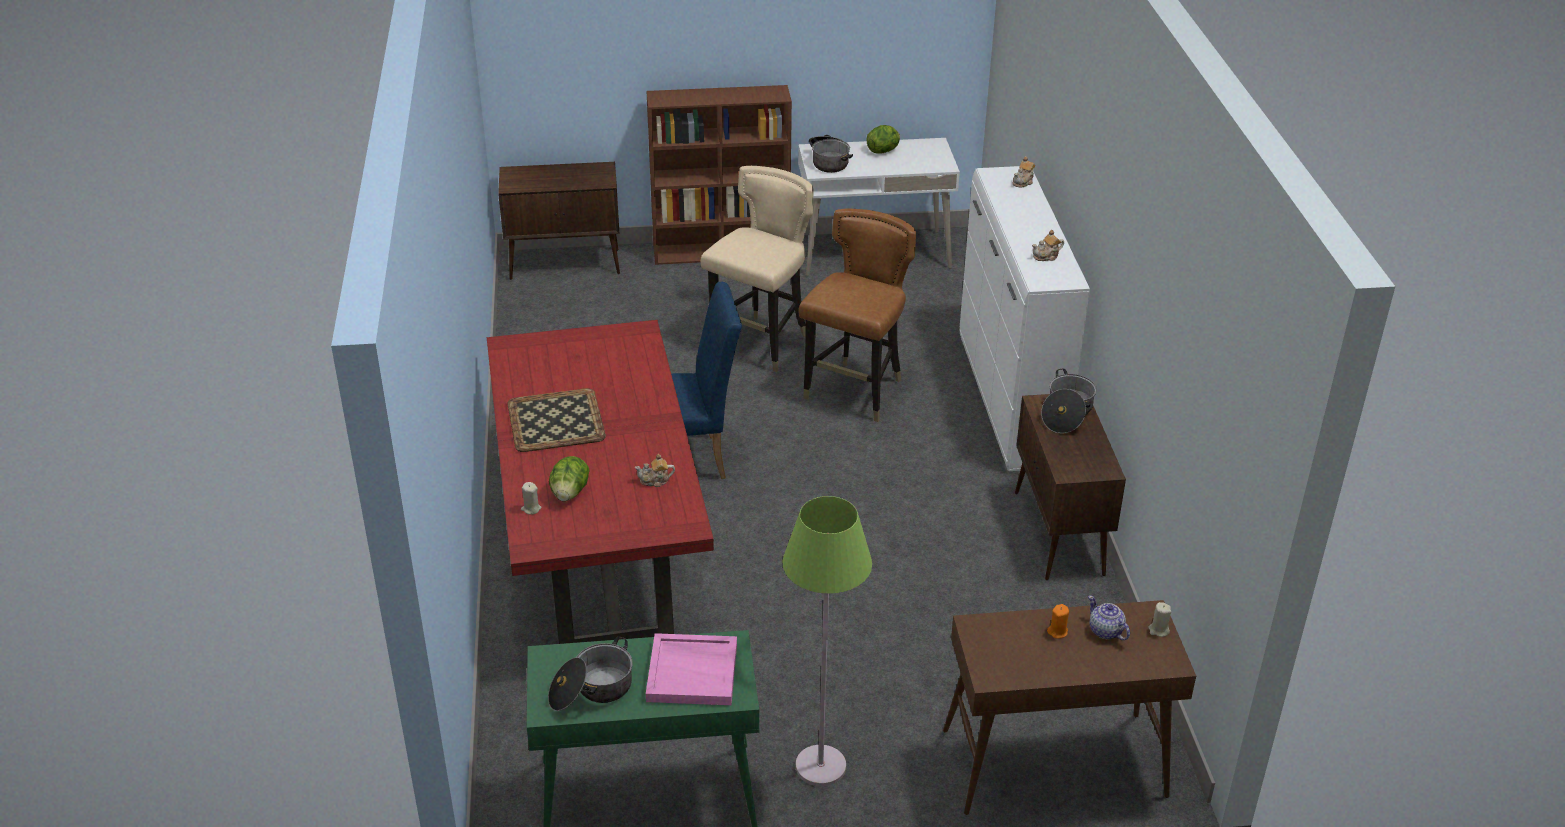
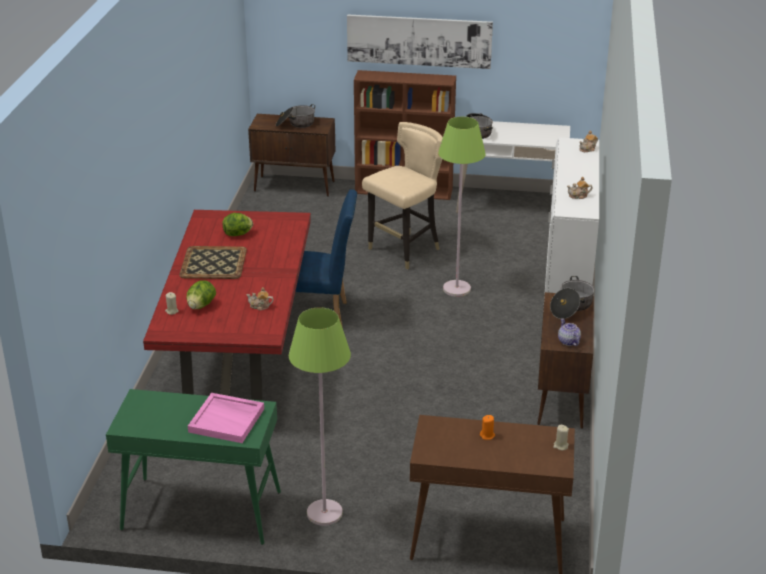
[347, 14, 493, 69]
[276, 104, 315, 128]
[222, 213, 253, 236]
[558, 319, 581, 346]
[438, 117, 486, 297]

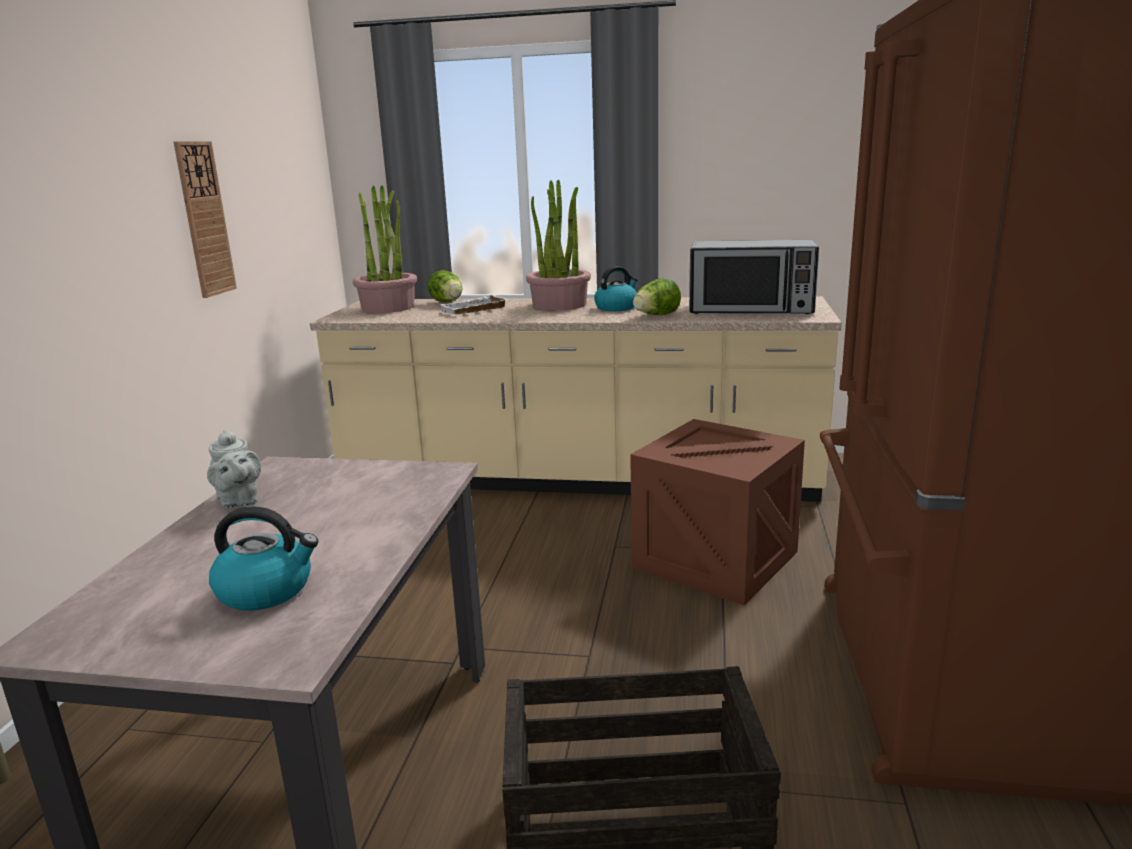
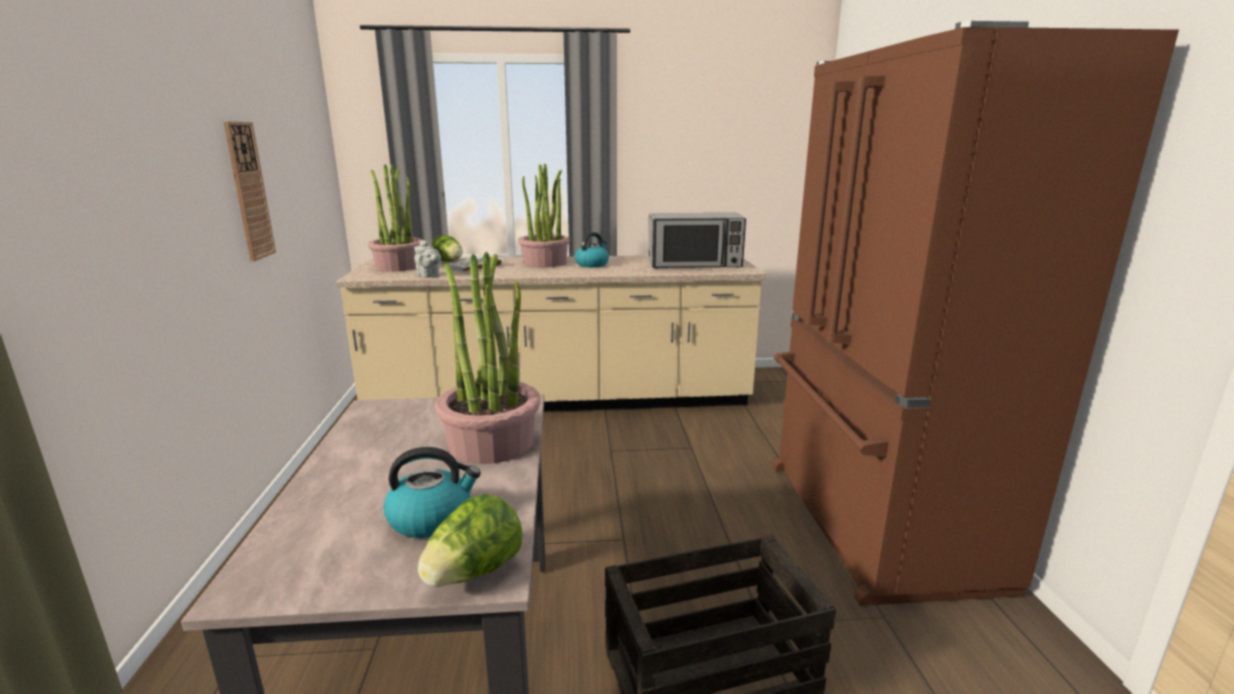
[630, 419, 805, 605] (first image)
[435, 252, 540, 464]
[414, 240, 441, 277]
[418, 494, 523, 587]

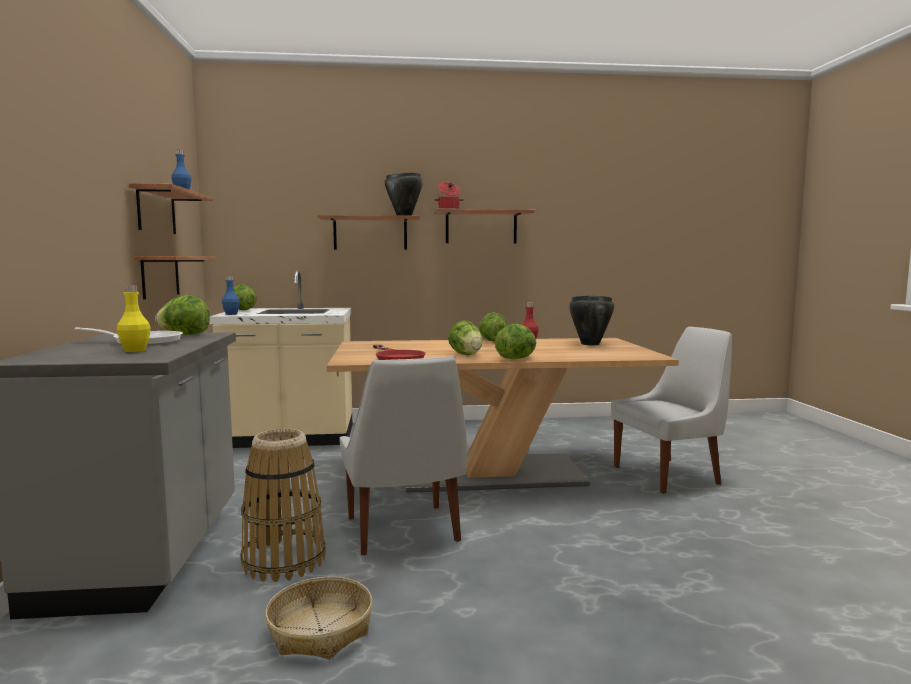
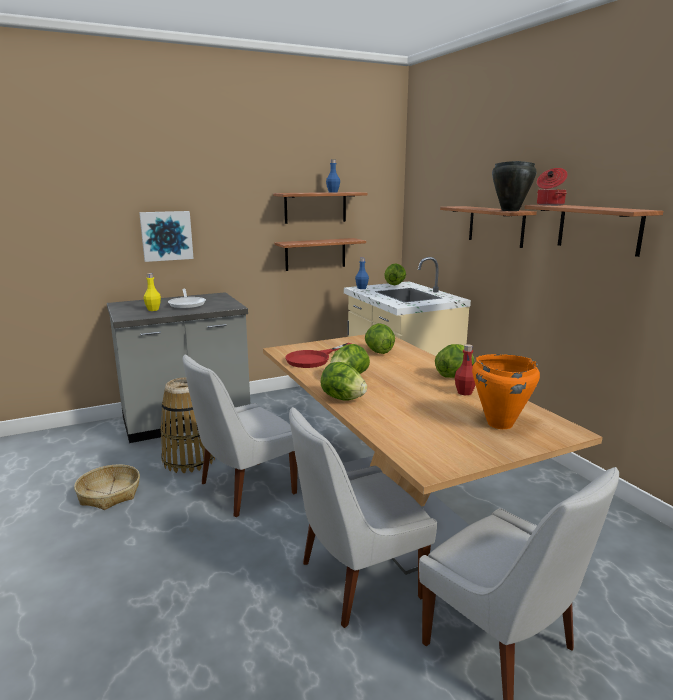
[139, 211, 194, 262]
[289, 407, 437, 628]
[365, 323, 395, 354]
[472, 354, 540, 429]

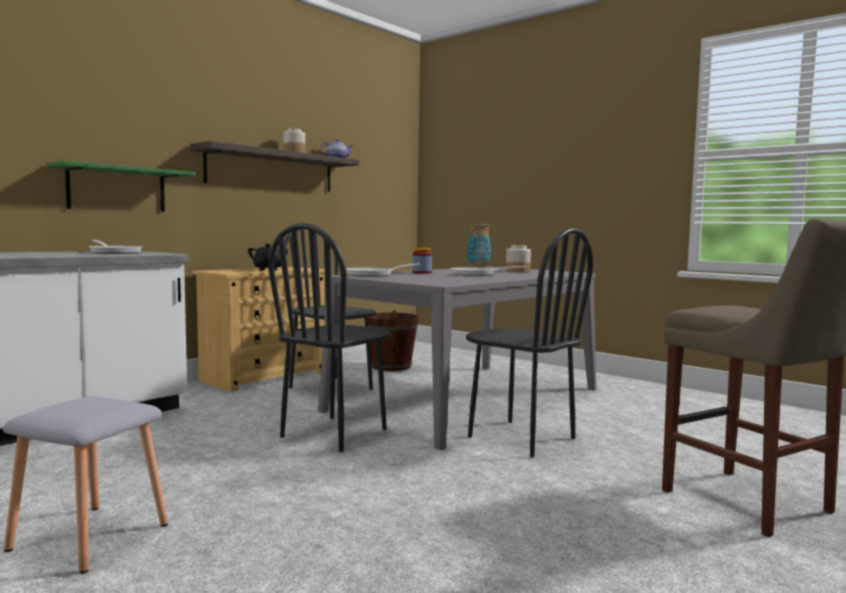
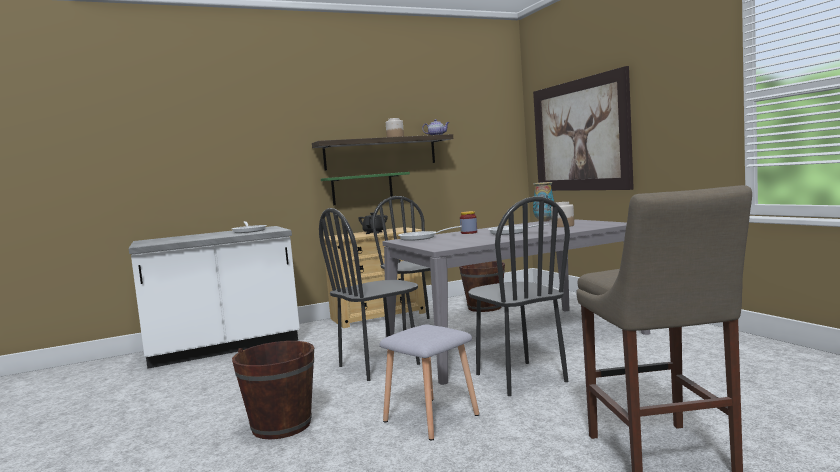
[232, 341, 314, 439]
[533, 66, 634, 191]
[379, 324, 479, 441]
[321, 172, 410, 205]

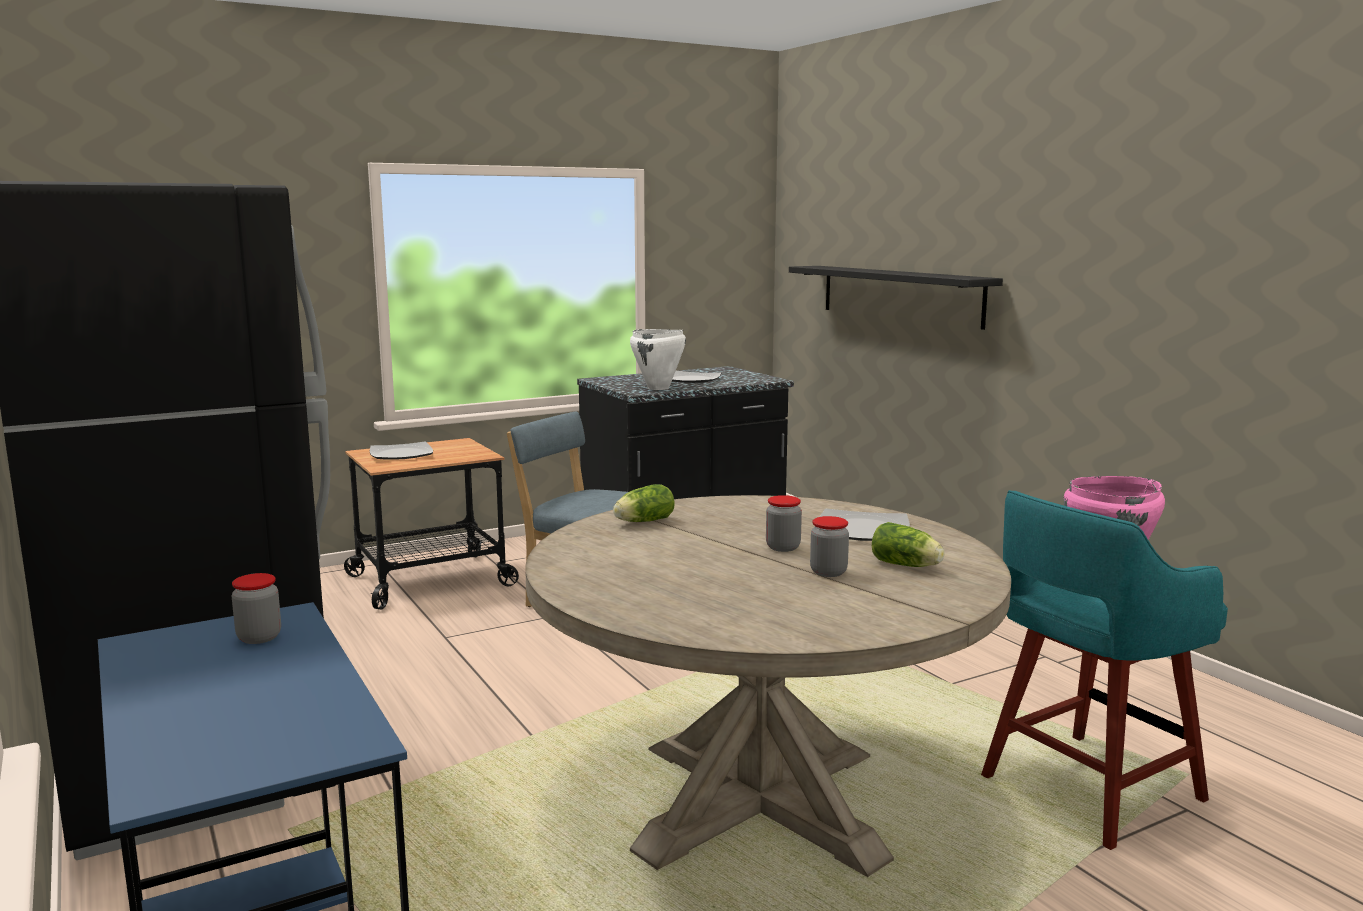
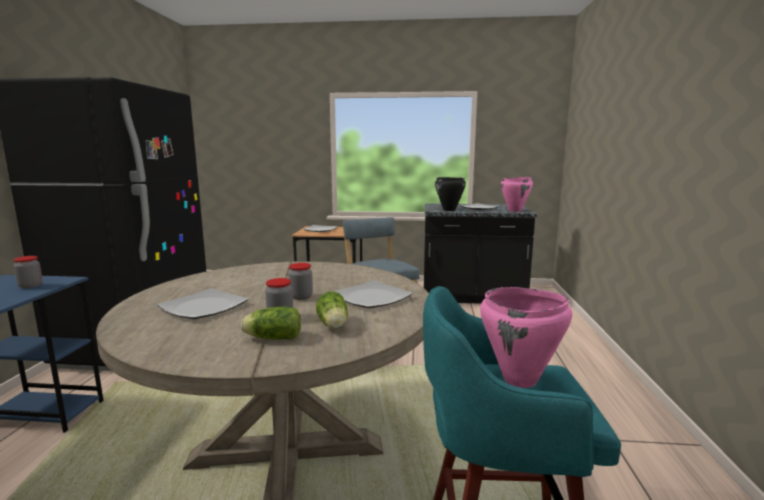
[789, 266, 1003, 330] (first image)
[157, 288, 248, 319]
[501, 177, 533, 212]
[241, 307, 301, 340]
[435, 177, 466, 211]

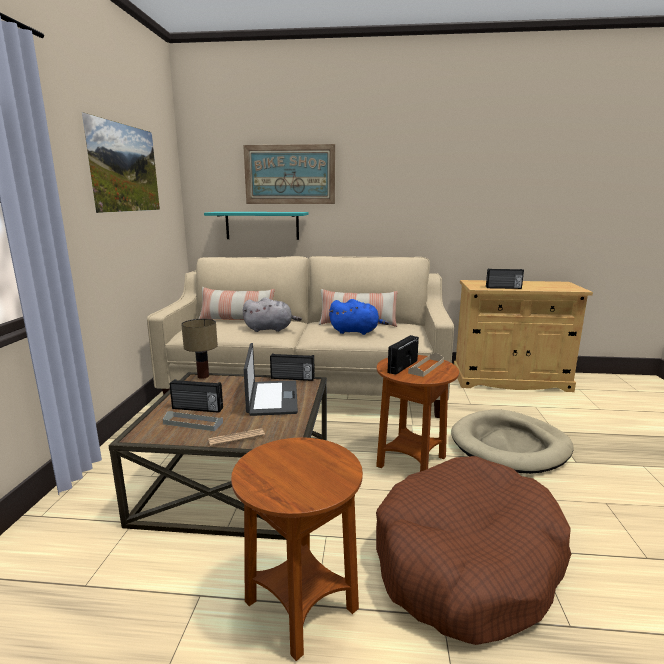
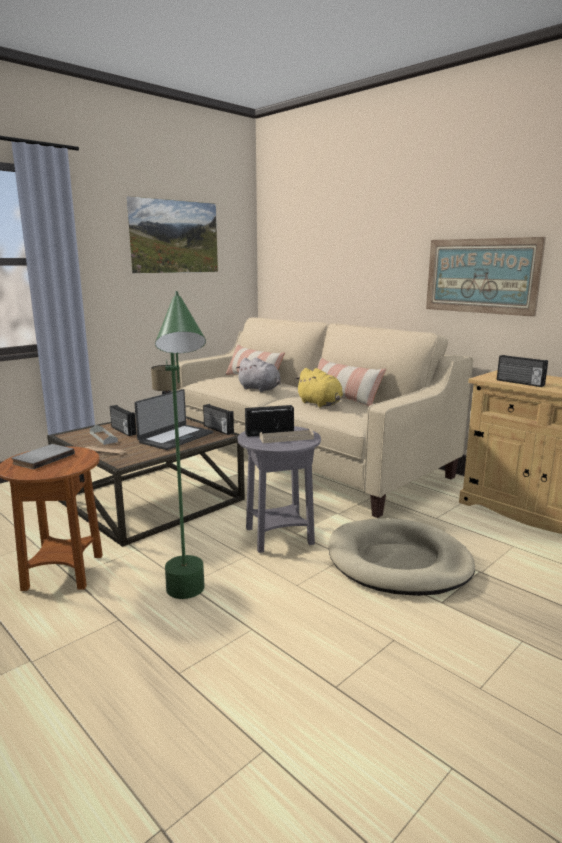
[204, 212, 309, 240] (first image)
[12, 444, 75, 469]
[426, 237, 546, 317]
[155, 291, 206, 599]
[295, 368, 343, 407]
[238, 426, 321, 553]

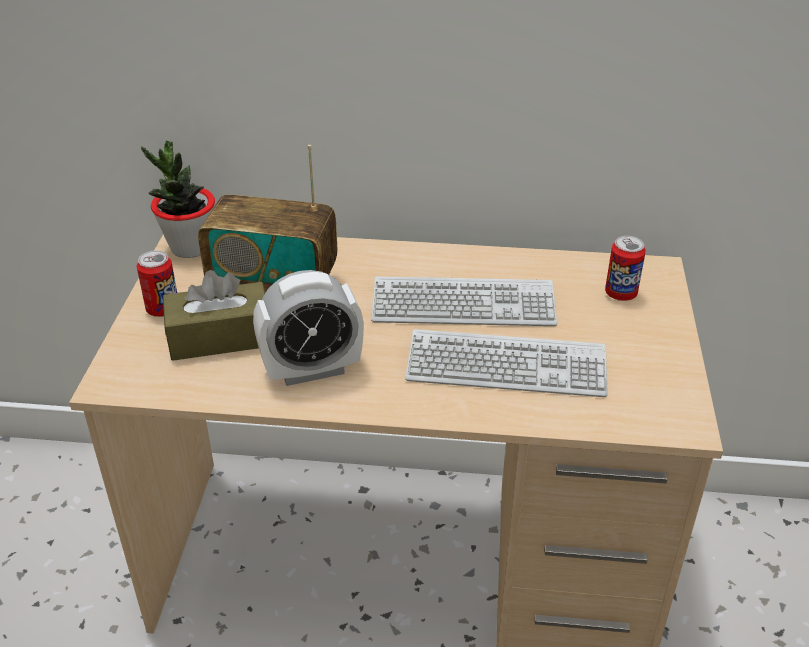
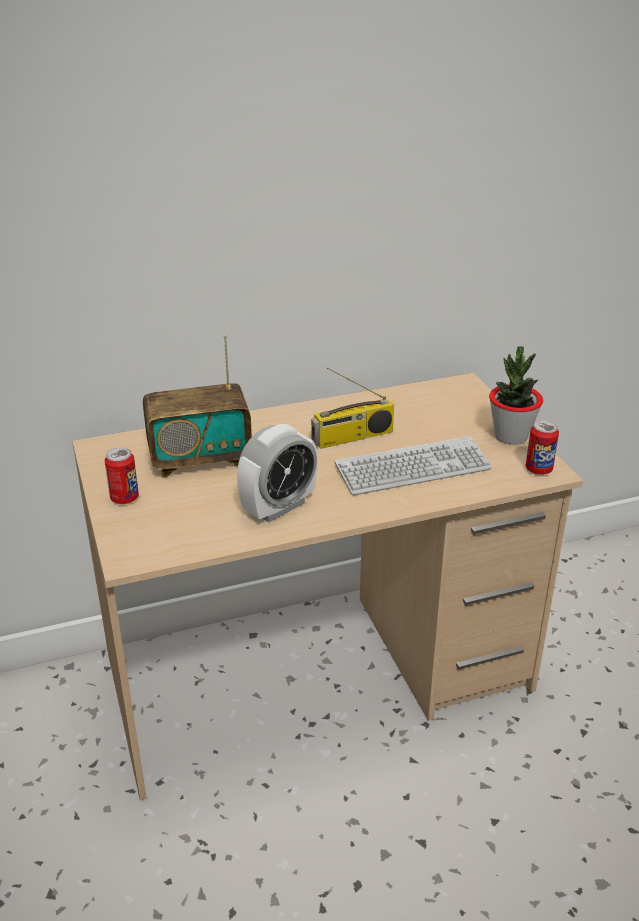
[163, 270, 265, 361] (first image)
[489, 346, 543, 445]
[526, 420, 559, 475]
[311, 367, 394, 449]

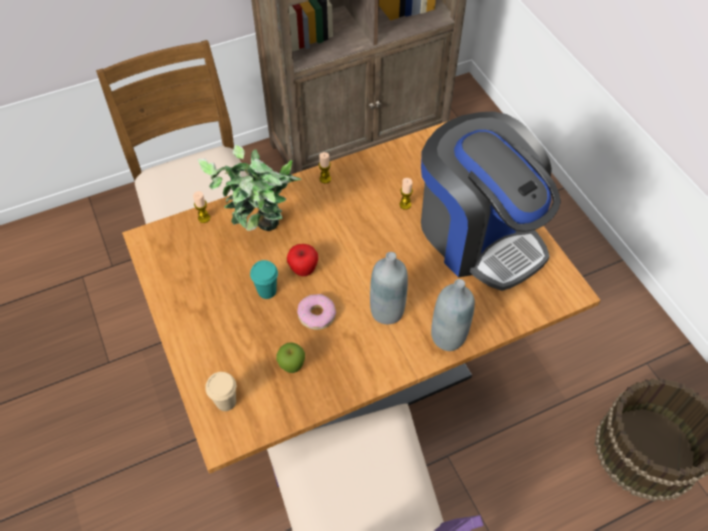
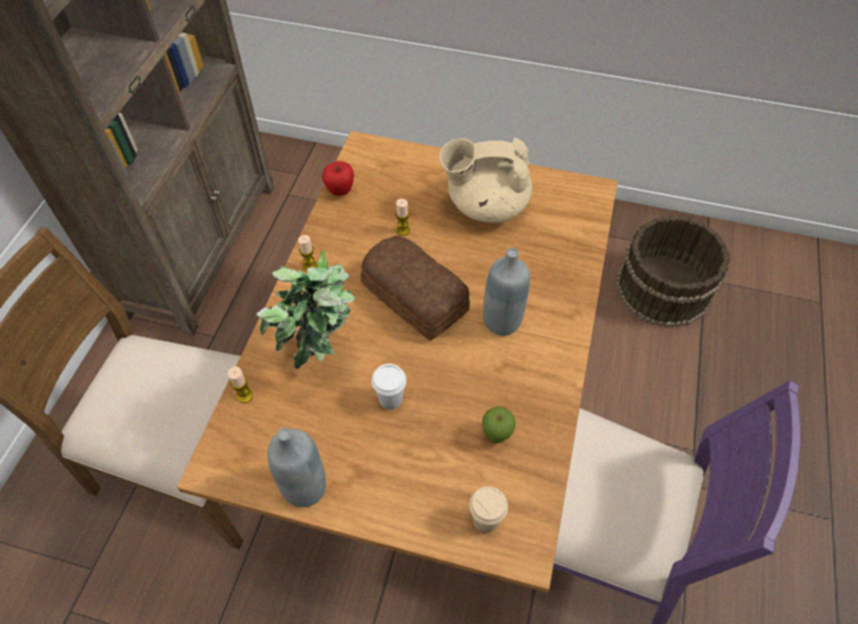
[297, 294, 336, 330] (first image)
[361, 235, 470, 341]
[322, 161, 354, 196]
[267, 428, 326, 507]
[439, 138, 532, 223]
[372, 364, 406, 410]

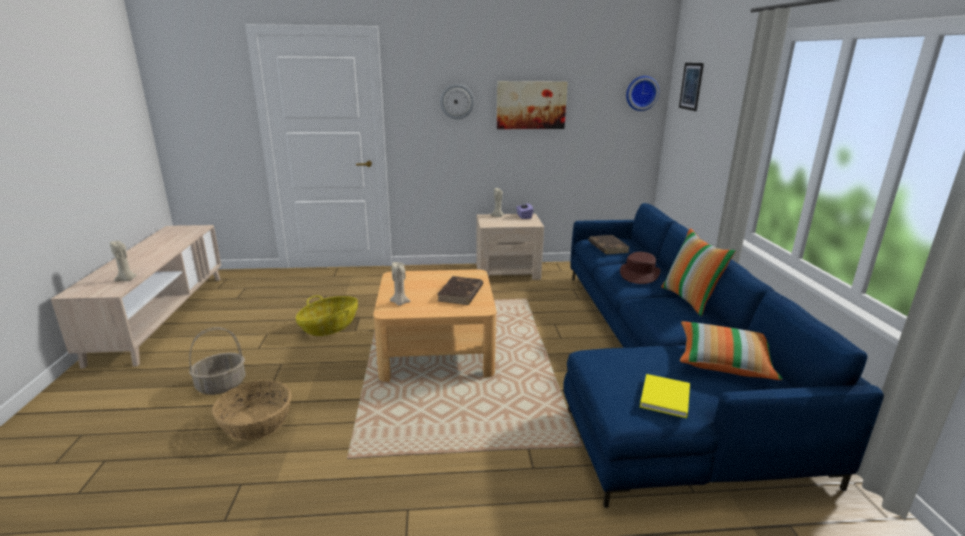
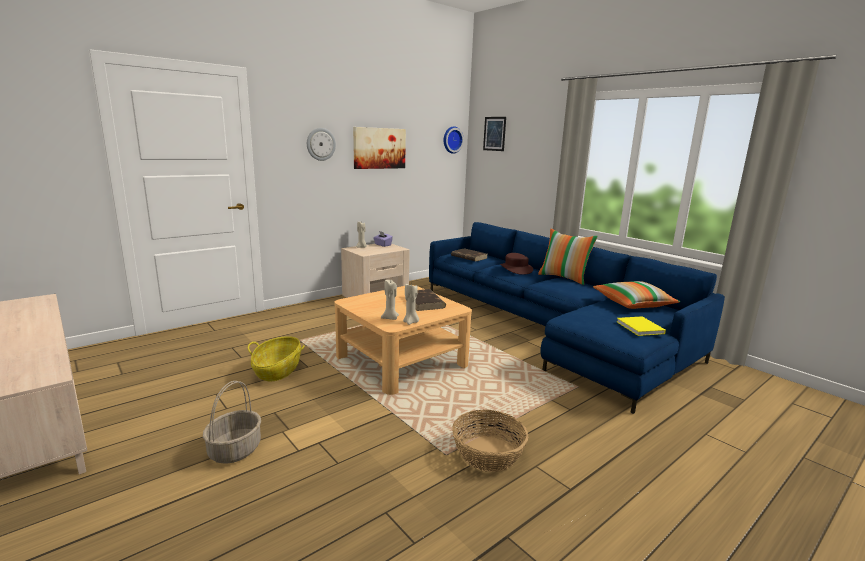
[403, 284, 419, 325]
[452, 410, 528, 472]

